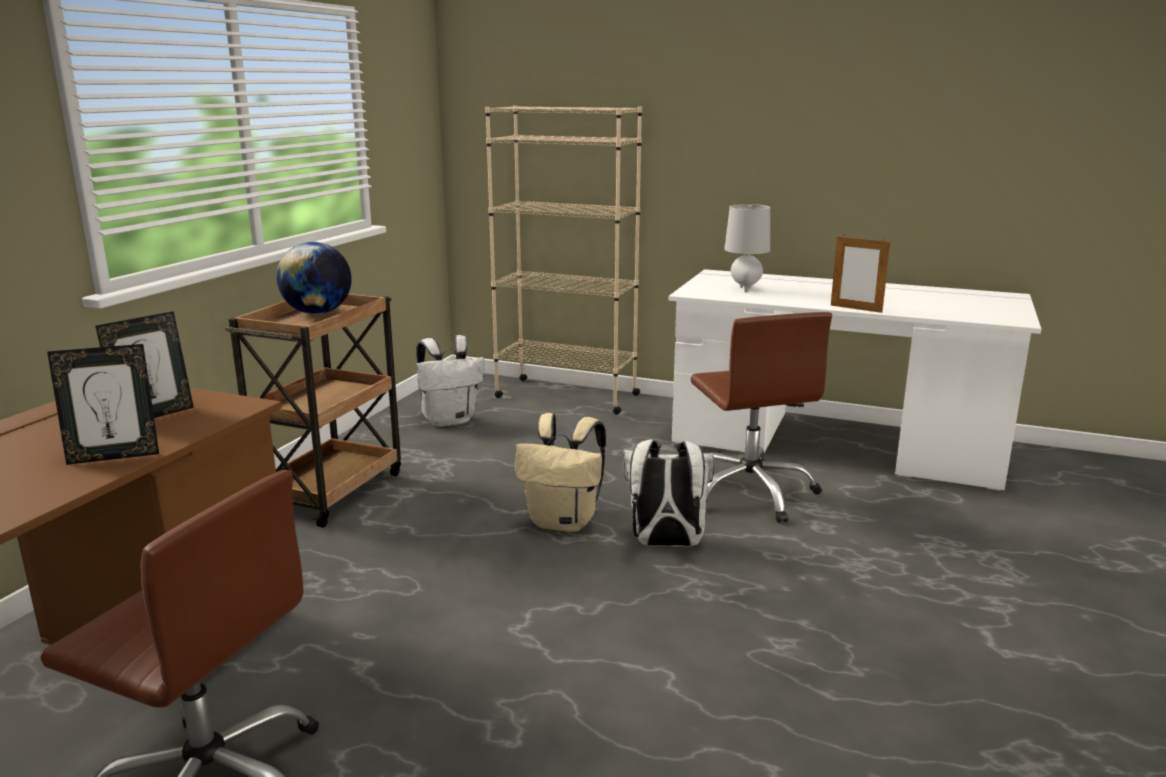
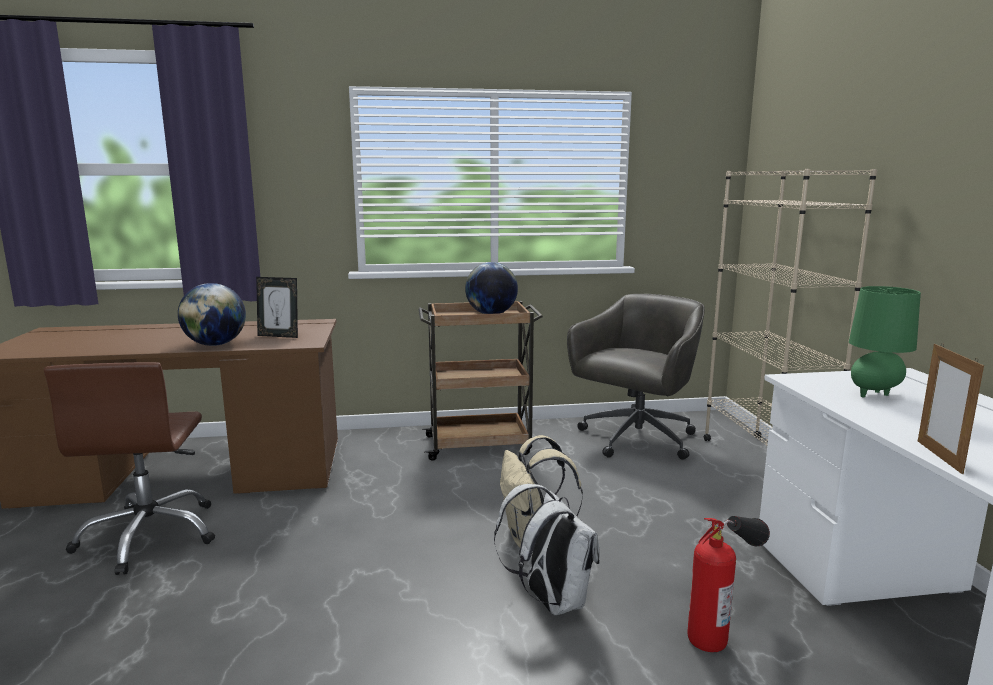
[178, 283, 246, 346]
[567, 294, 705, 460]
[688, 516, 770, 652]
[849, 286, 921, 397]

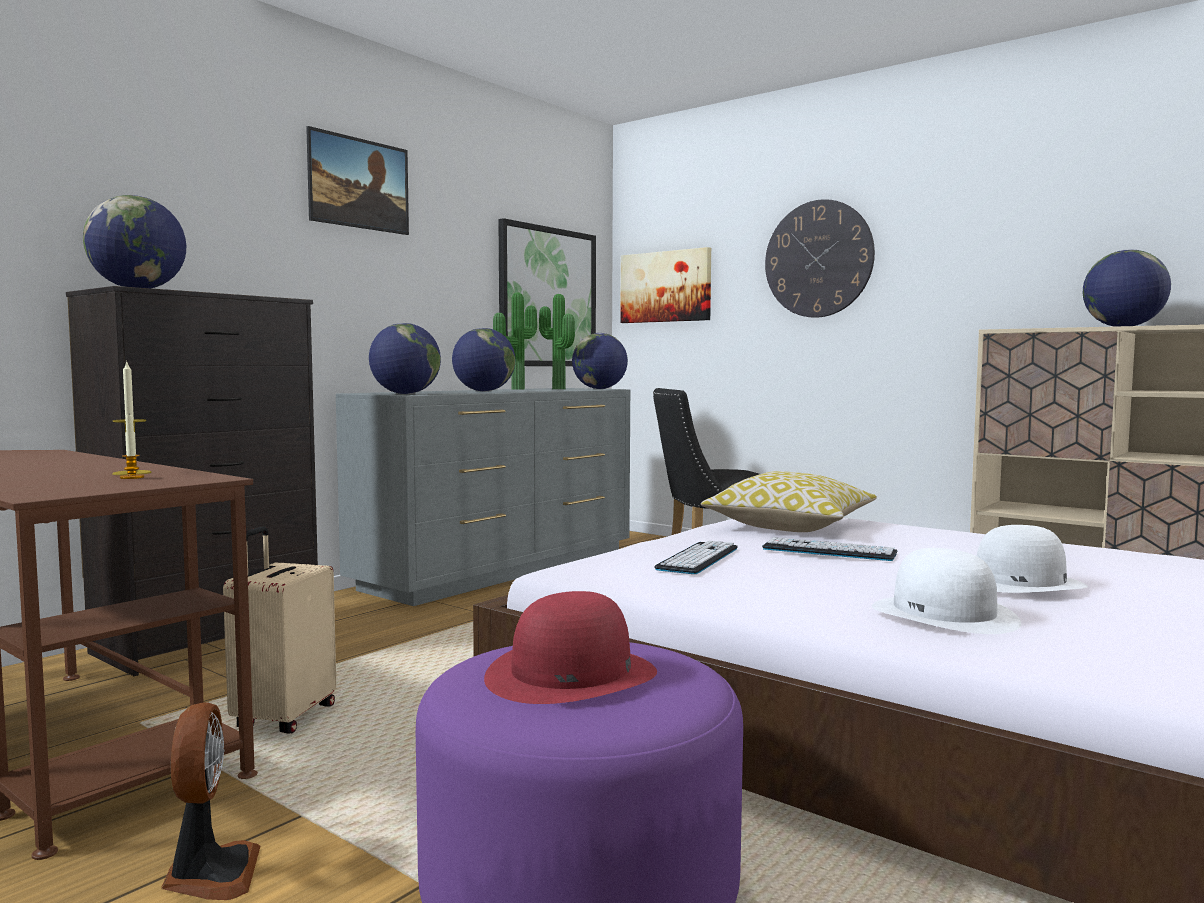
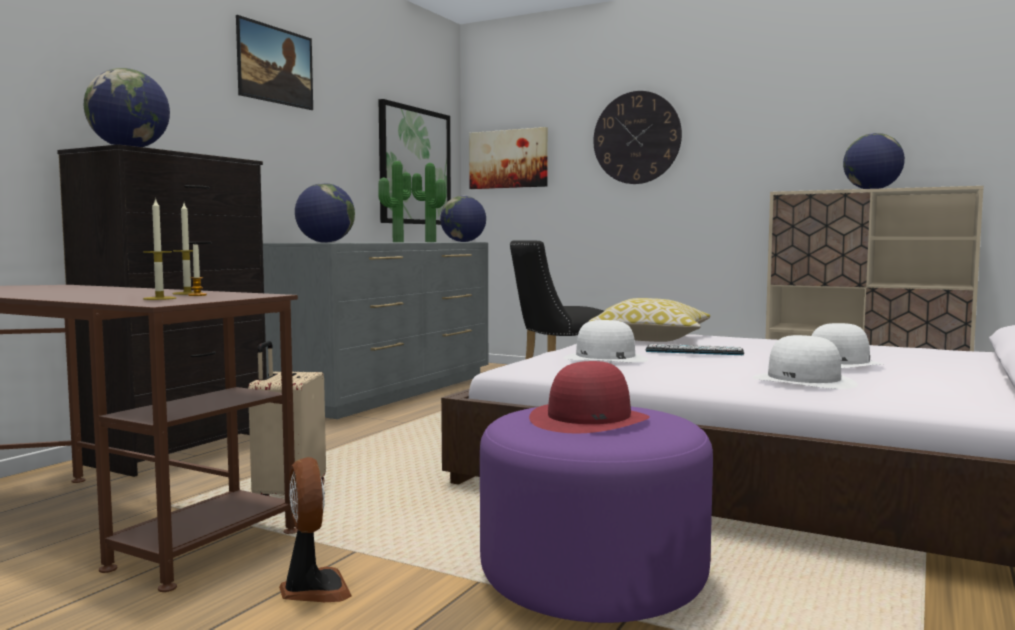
[452, 328, 515, 391] (first image)
[143, 198, 176, 300]
[563, 320, 648, 363]

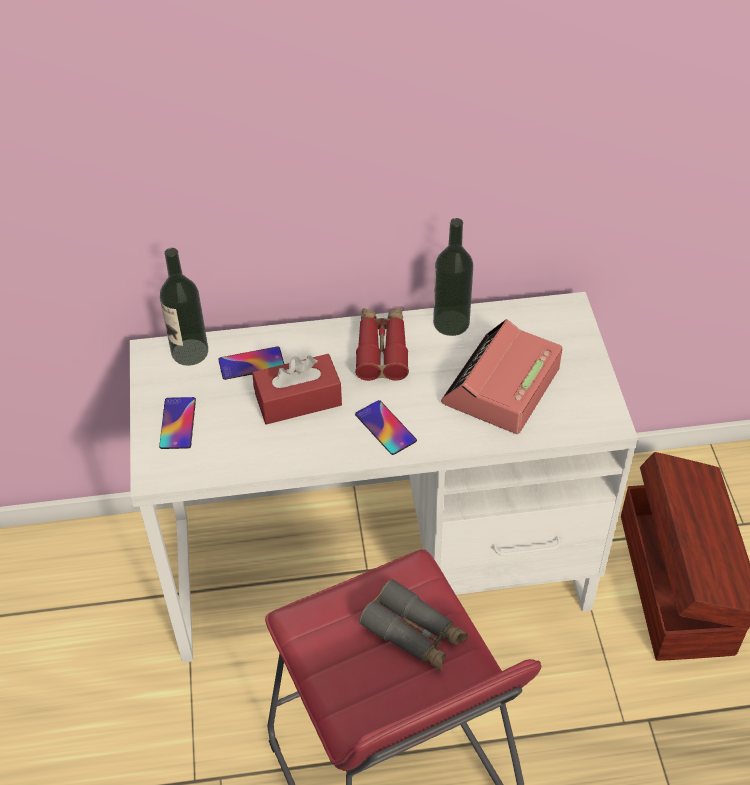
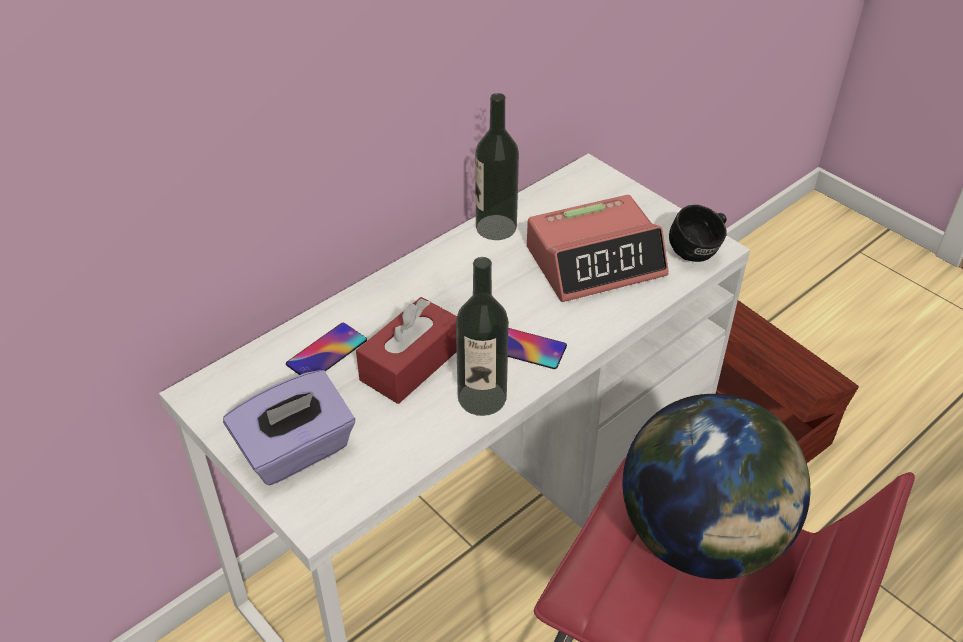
[355, 308, 409, 381] (first image)
[669, 205, 727, 262]
[456, 257, 509, 416]
[223, 370, 355, 485]
[623, 394, 811, 579]
[527, 195, 669, 302]

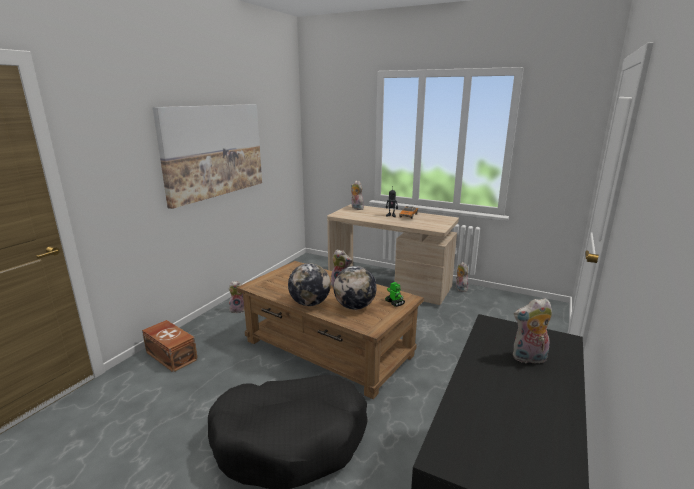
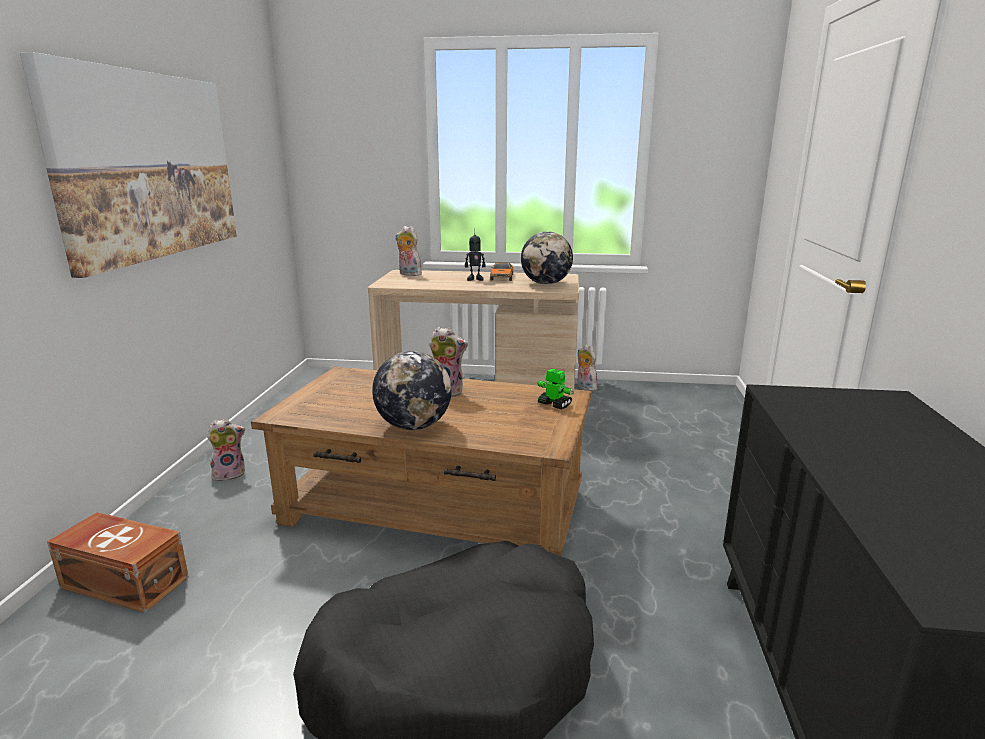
[513, 298, 552, 364] (first image)
[521, 231, 573, 285]

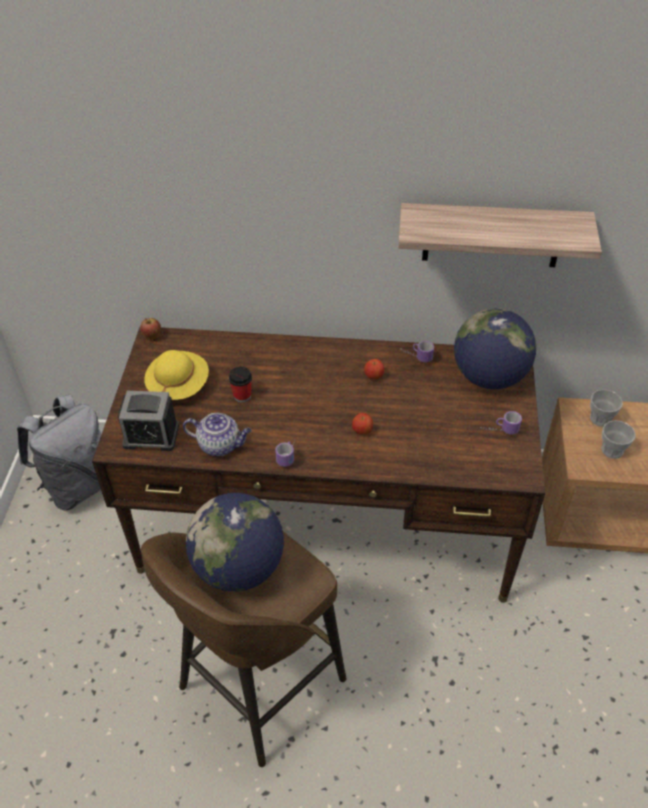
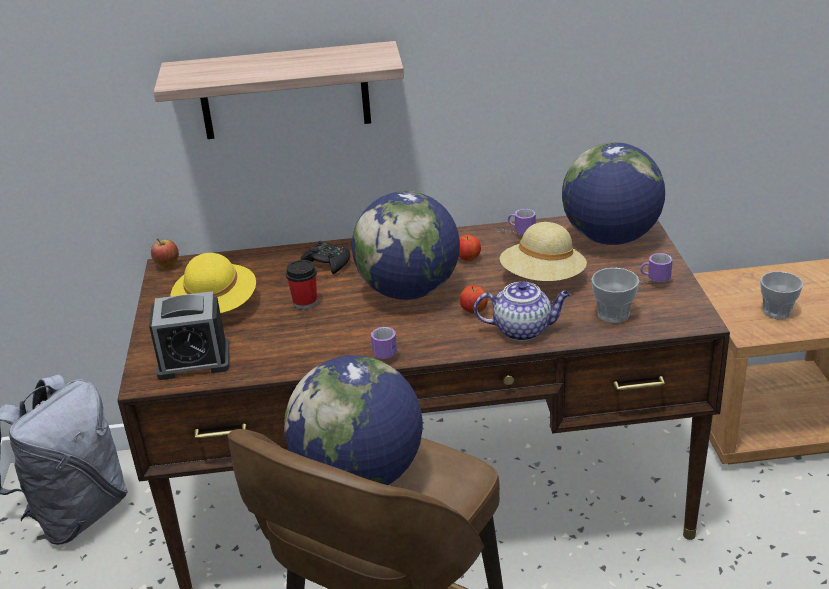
[300, 241, 350, 274]
[352, 191, 460, 300]
[500, 222, 587, 281]
[474, 282, 570, 341]
[154, 41, 404, 139]
[591, 268, 639, 323]

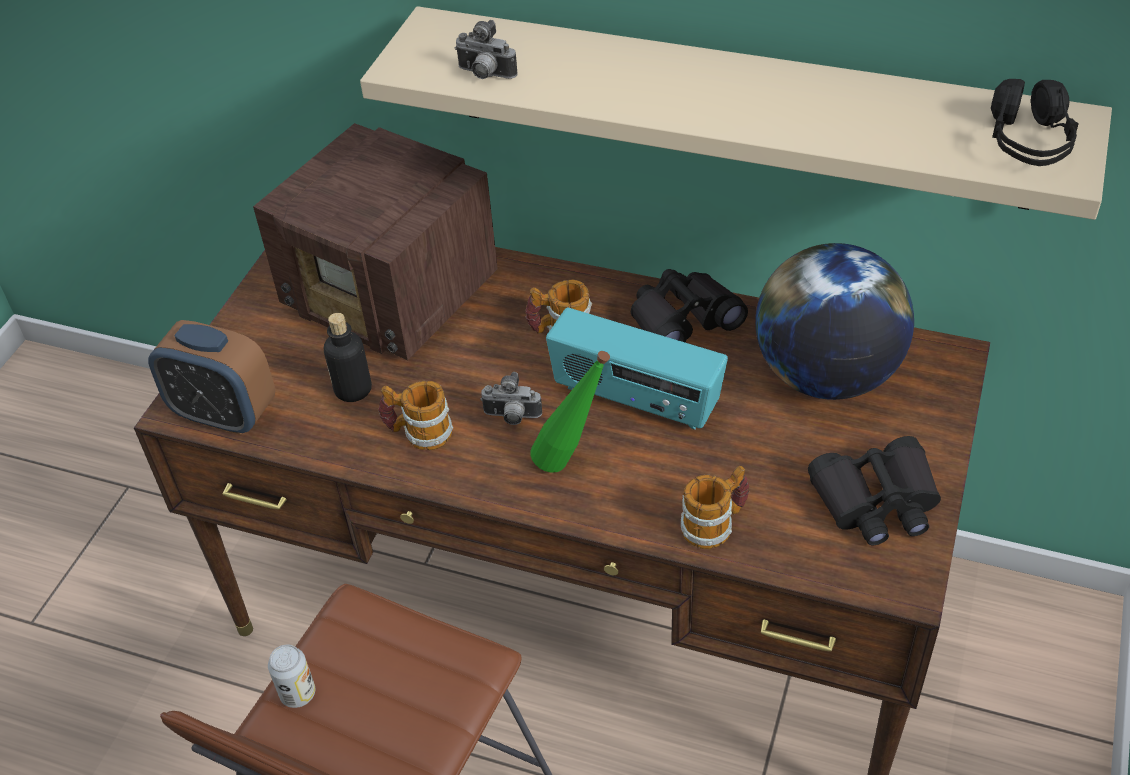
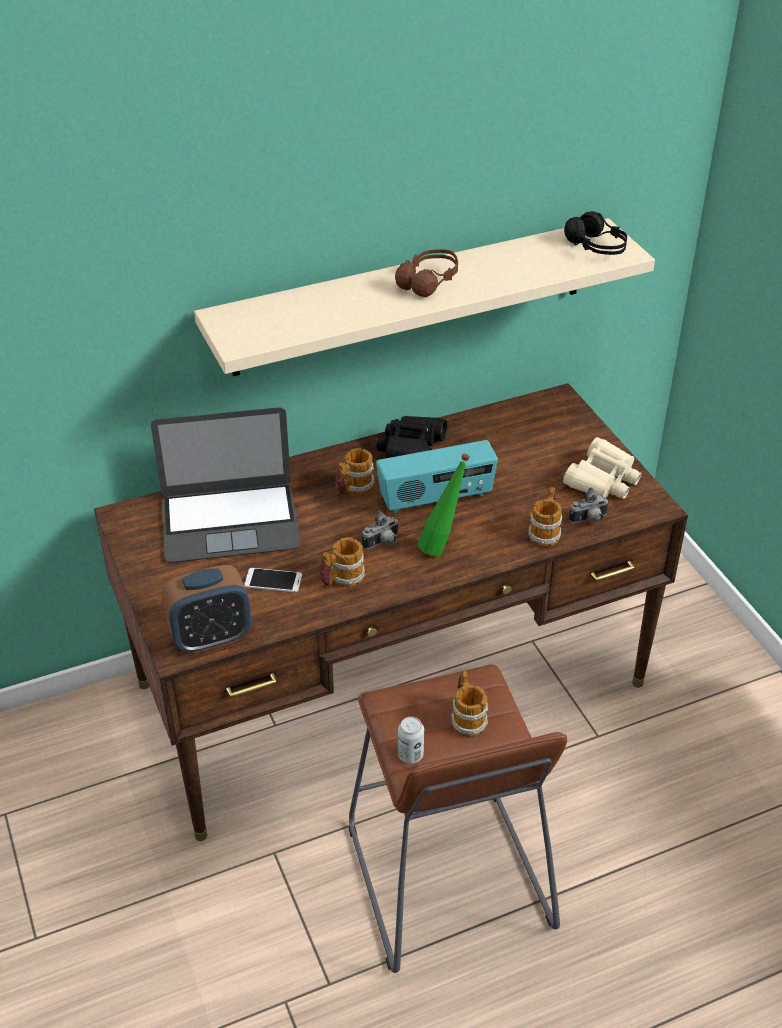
[755, 243, 914, 400] (first image)
[395, 249, 458, 297]
[451, 670, 488, 737]
[569, 487, 609, 523]
[151, 407, 300, 563]
[244, 568, 302, 592]
[563, 437, 641, 499]

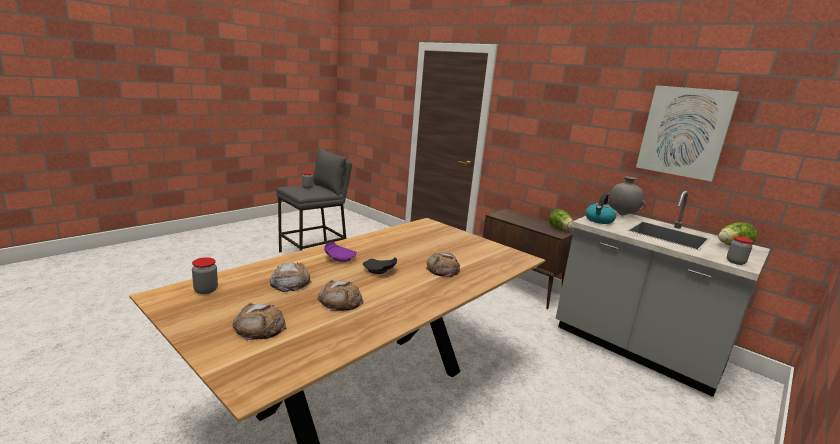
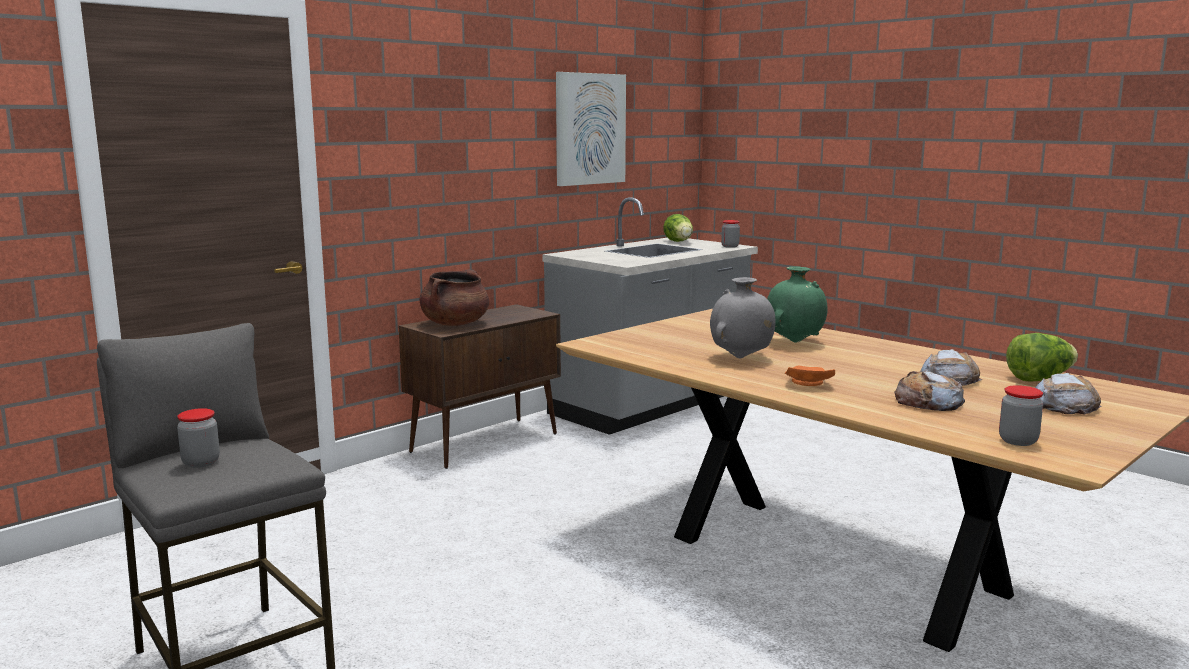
[363, 257, 397, 274] (first image)
[585, 193, 616, 224] (first image)
[420, 269, 489, 326]
[1006, 333, 1078, 382]
[710, 277, 776, 359]
[767, 266, 828, 343]
[785, 366, 835, 386]

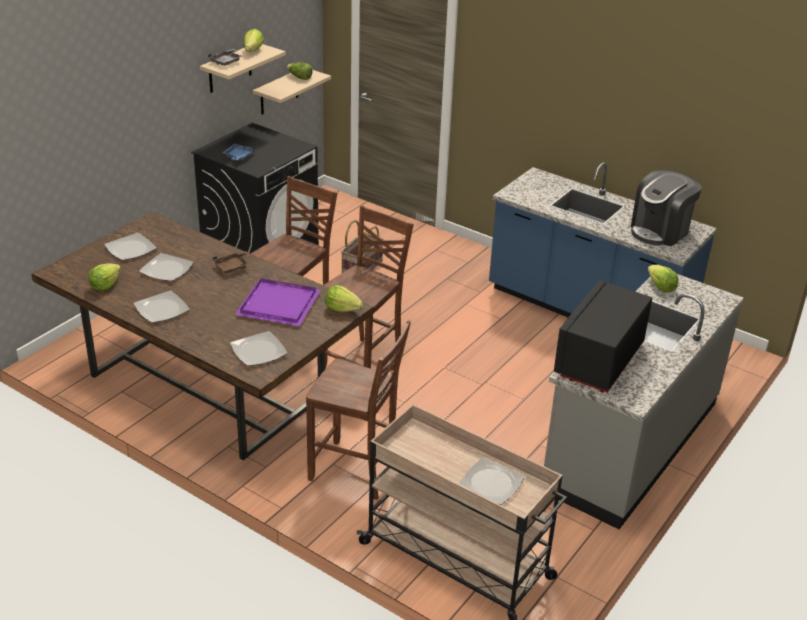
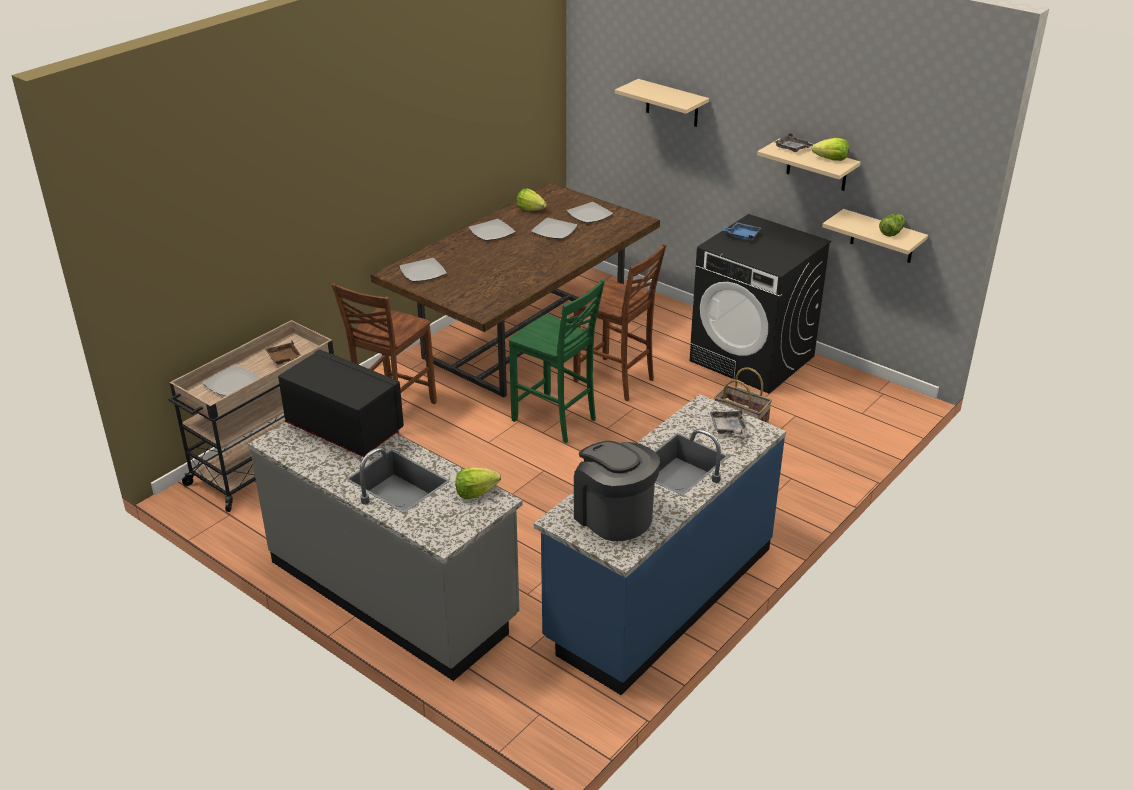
[235, 278, 321, 326] (first image)
[325, 285, 363, 312] (first image)
[615, 79, 709, 127]
[710, 409, 747, 436]
[266, 341, 301, 365]
[509, 279, 605, 443]

